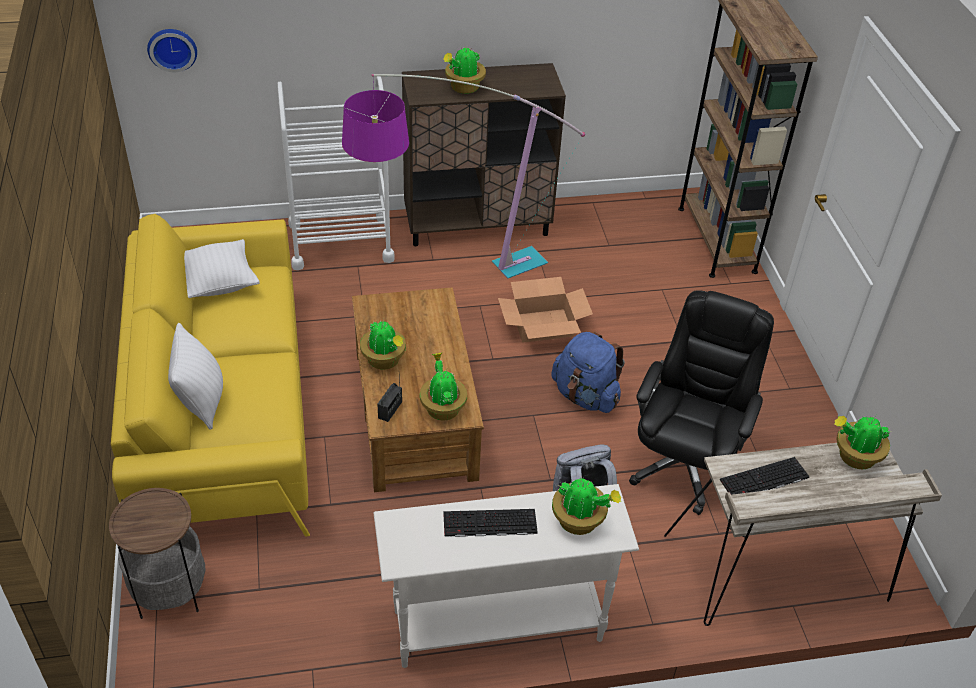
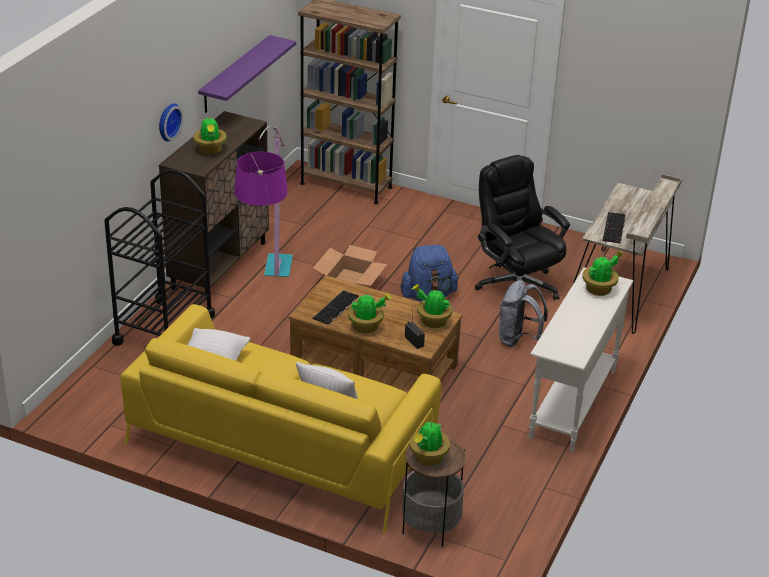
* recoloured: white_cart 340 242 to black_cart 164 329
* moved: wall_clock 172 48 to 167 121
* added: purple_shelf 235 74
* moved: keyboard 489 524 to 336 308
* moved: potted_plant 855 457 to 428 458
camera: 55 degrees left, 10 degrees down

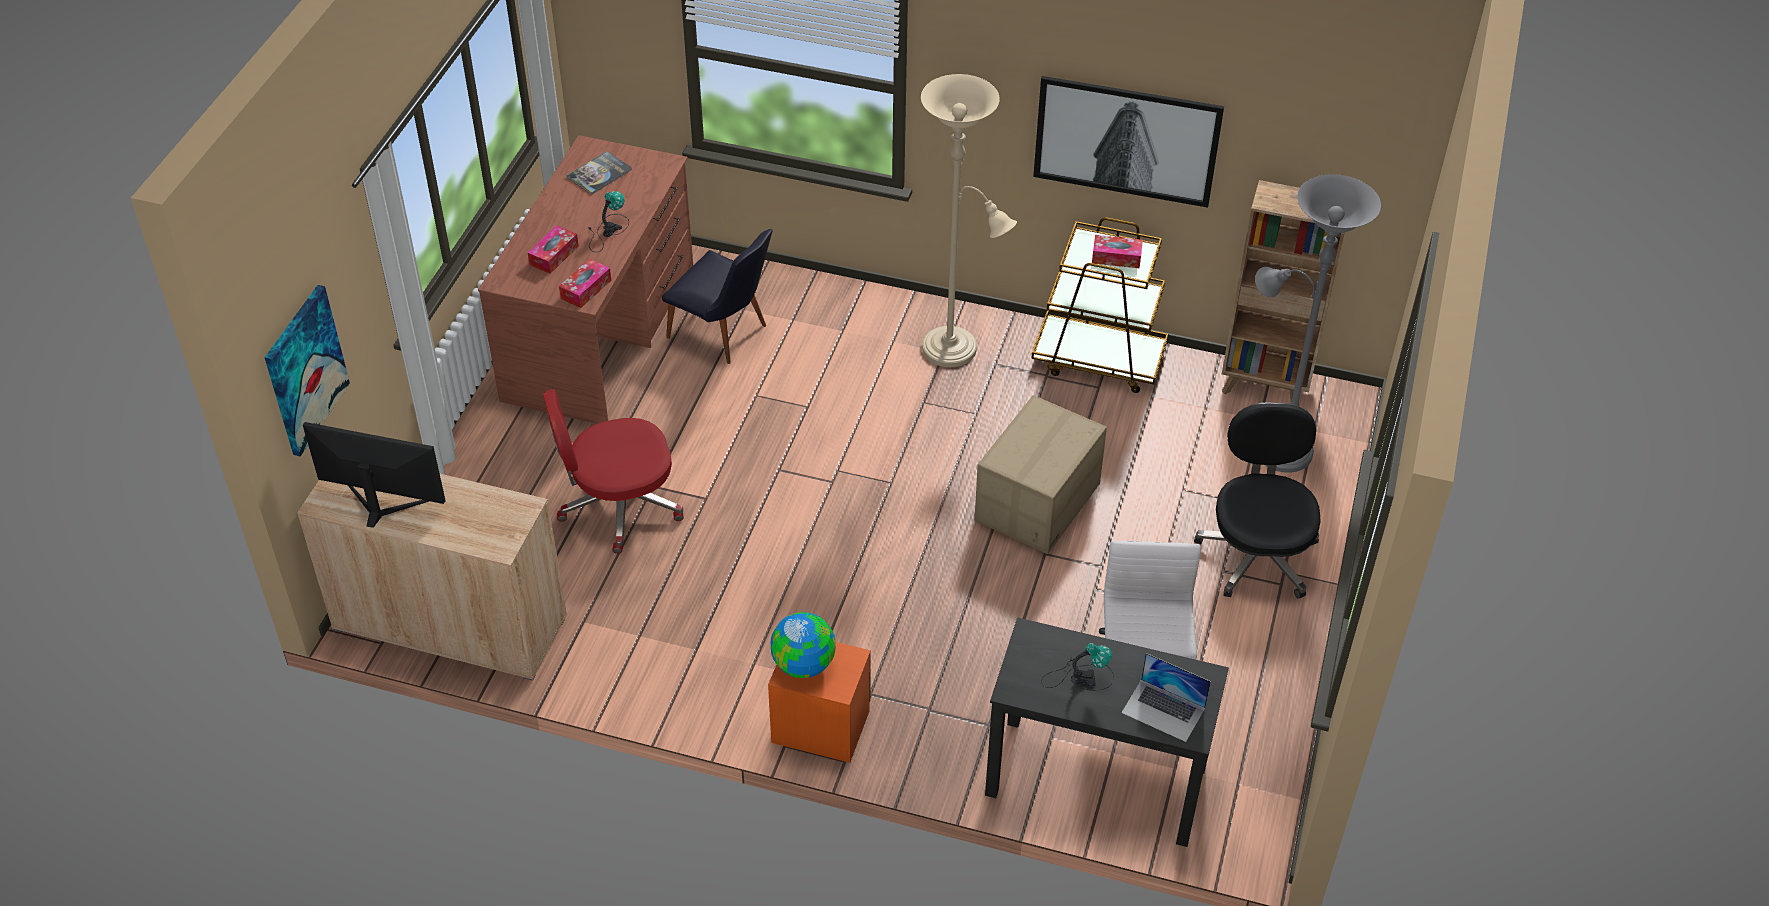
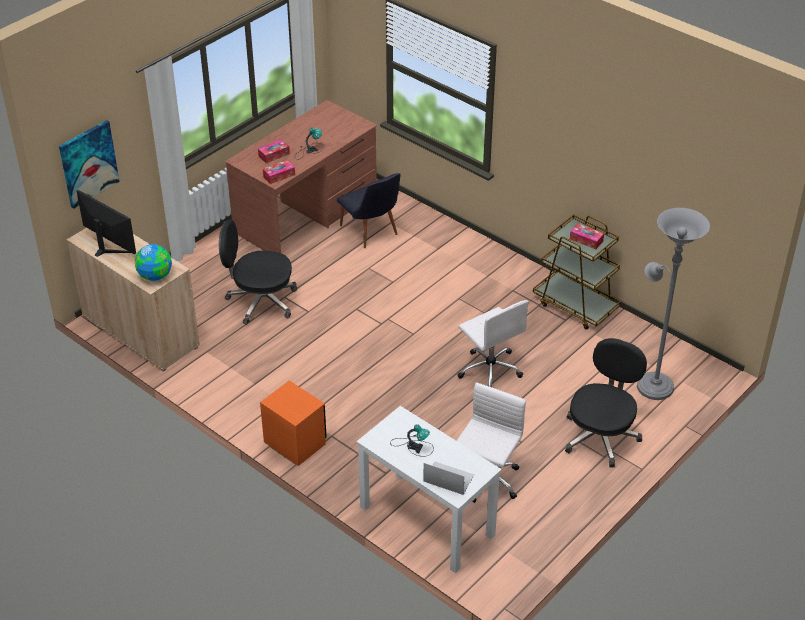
* moved: globe 803 664 to 155 276
* recoloured: red_office_chair 619 506 to black_office_chair 260 301
* recoloured: black_desk 1095 780 to white_desk 426 521
* turned: laptop 1163 710 = 448 478 150 degrees clockwise
* replaced: cardboard_box 1038 503 to white_office_chair 489 369
* removed: book 599 173
* removed: beige_floor_lamp 956 351
* removed: picture 1127 139
* removed: brown_bookcase 1265 386
camera: 25 degrees right, 5 degrees down

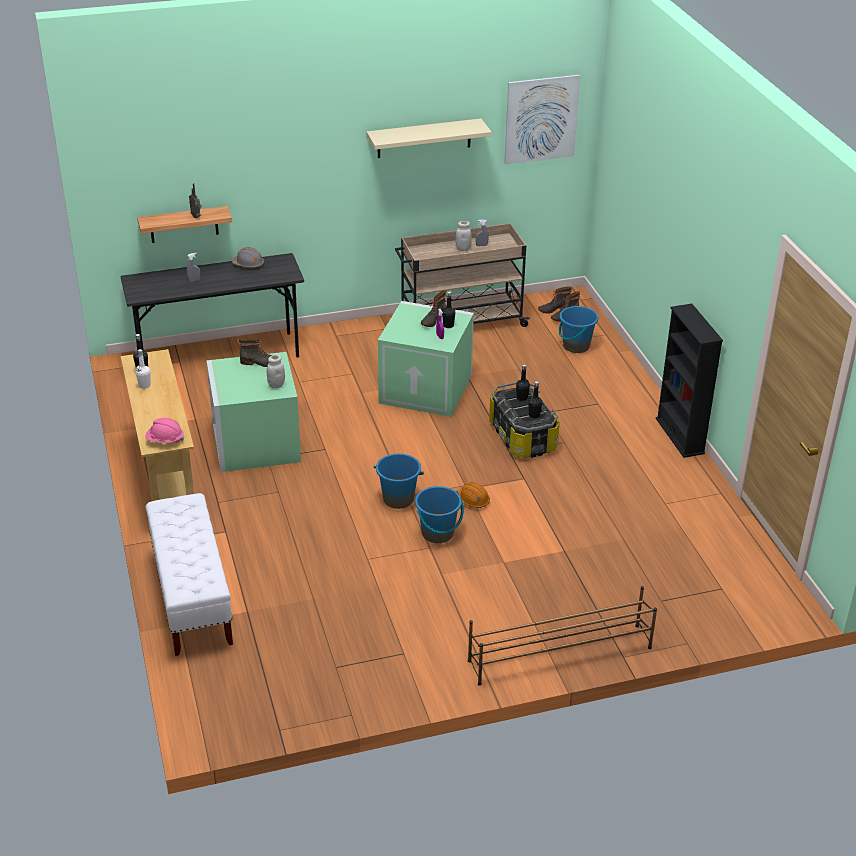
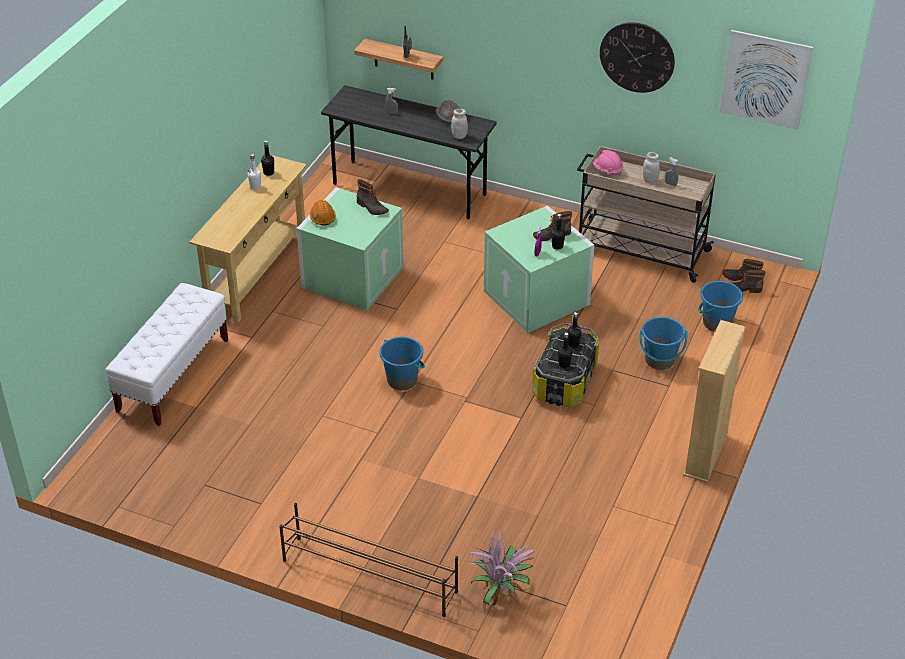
* moved: orange_hard_hat 472 500 to 322 217
* moved: white_jar 276 385 to 459 136
* added: potted_plant 501 594
* moved: pink_hard_hat 165 440 to 607 170
* replaced: beige_shelf 424 138 to wall_clock 637 57
* moved: blue_bucket 437 533 to 660 360
* recoloured: black_bookcase 680 436 to beige_bookcase 705 454
camera: 40 degrees right, 5 degrees up

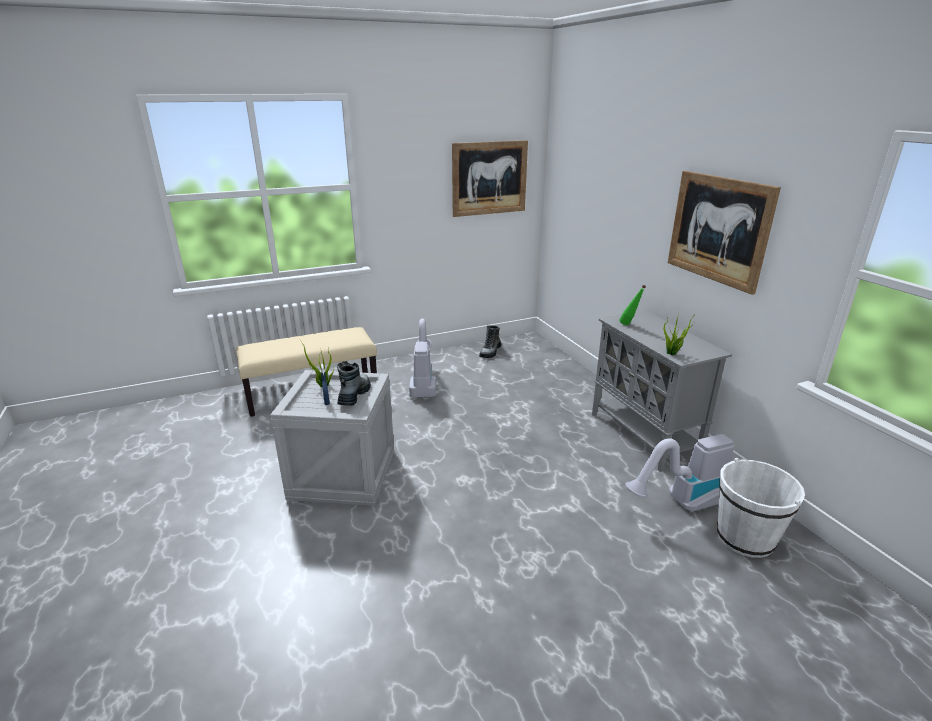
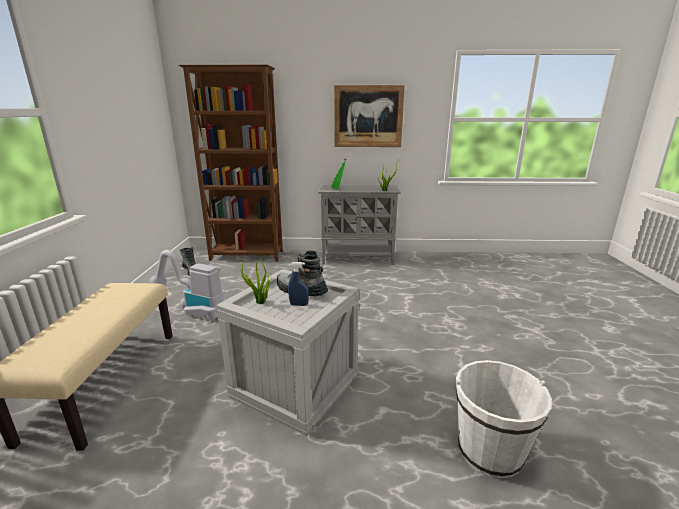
* added: brown_bookcase 247 256
* moved: white_bucket 745 538 to 490 451
* removed: picture 489 178
* removed: vacuum_cleaner 681 503
camera: 65 degrees left, 5 degrees down

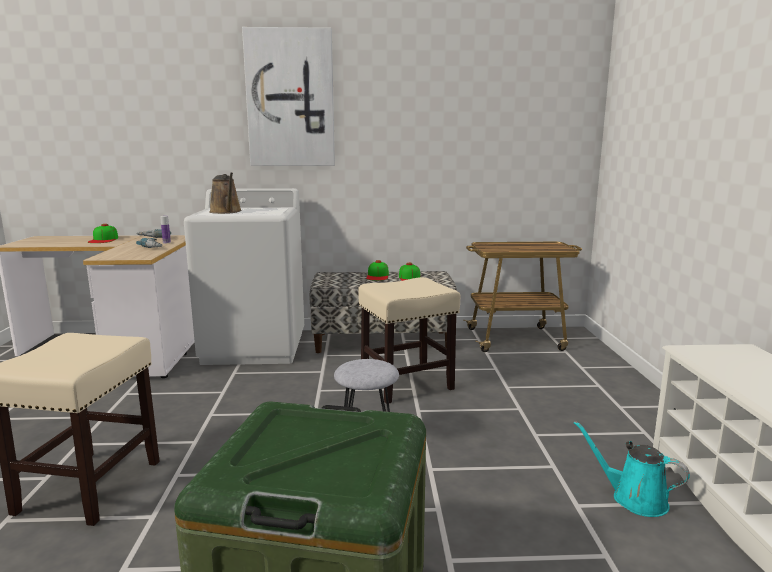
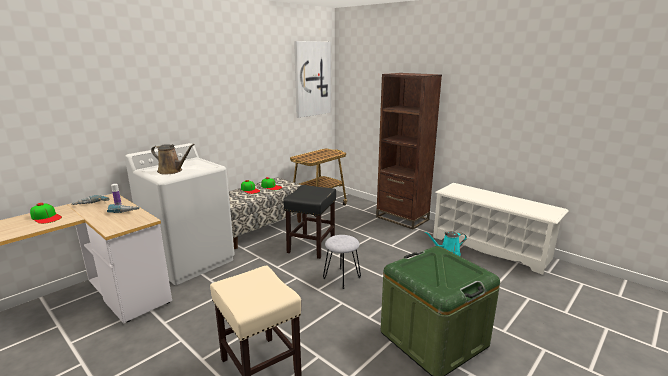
* recoloured: beige_stool 407 384 to black_stool 311 245
* moved: picture 290 98 to 312 79
* added: brown_bookcase 402 218
camera: 45 degrees left, 5 degrees up

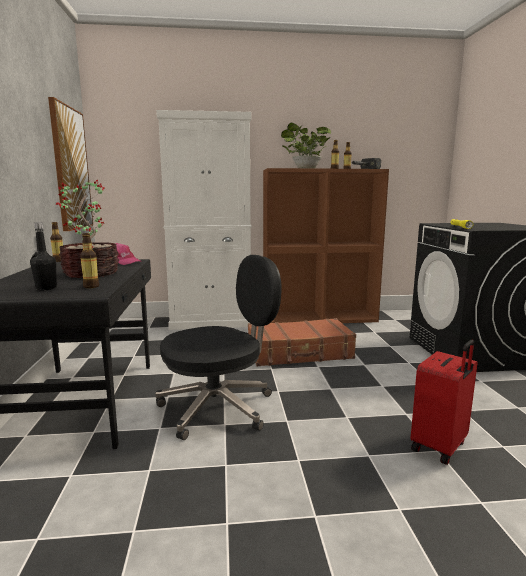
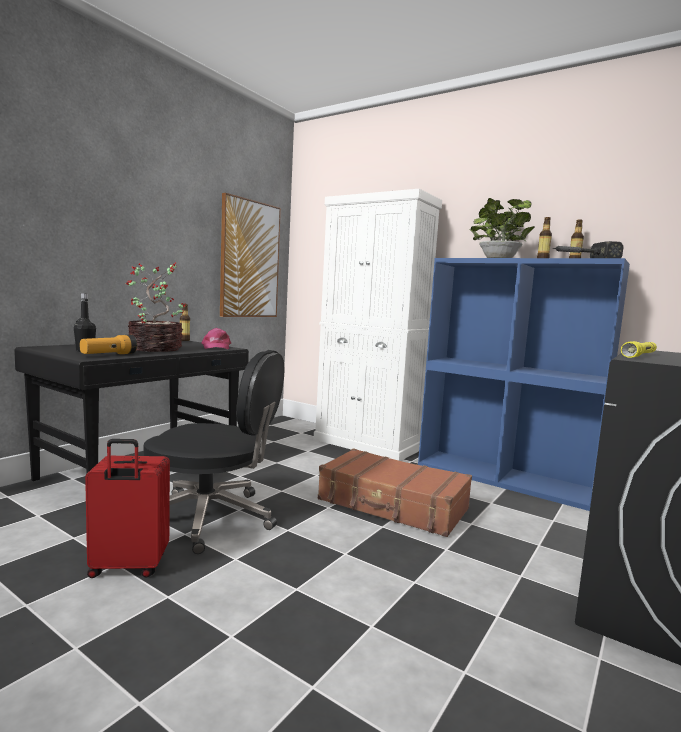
* replaced: bottle 91 286 to flashlight 109 355
* moved: red_suitcase 440 446 to 128 567
* recoloured: brown_bookcase 319 318 to blue_bookcase 505 478
camera: 40 degrees right, 5 degrees down

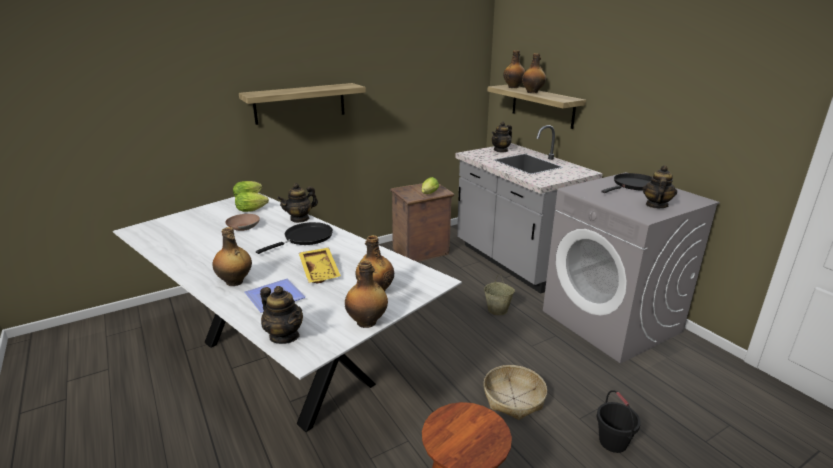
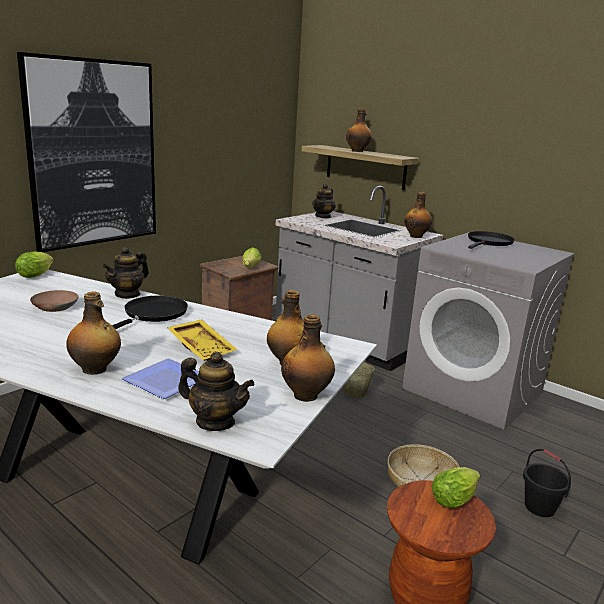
* replaced: shelf 300 103 to picture 93 154
* moved: bottle 513 87 to 416 236
* moved: lettuce 253 210 to 455 499
* removed: teapot 656 205
camera: 20 degrees left, 5 degrees down

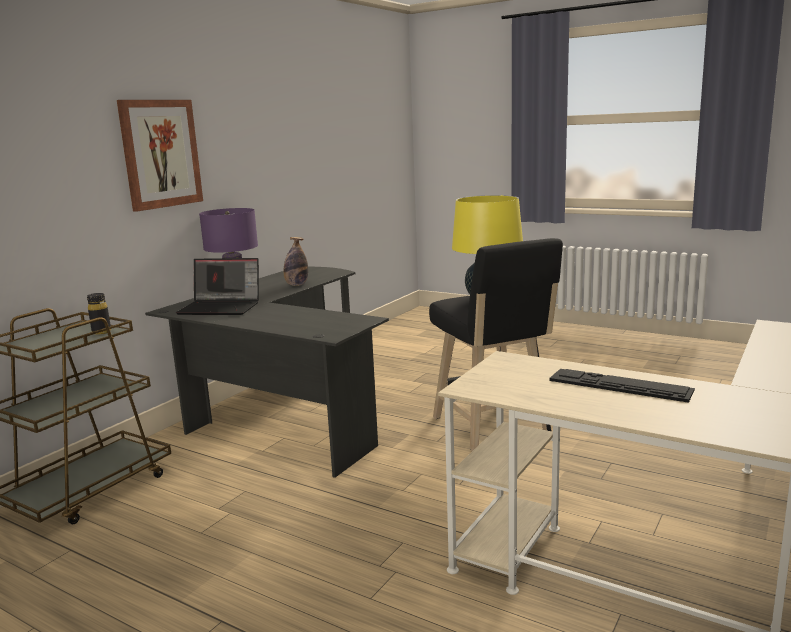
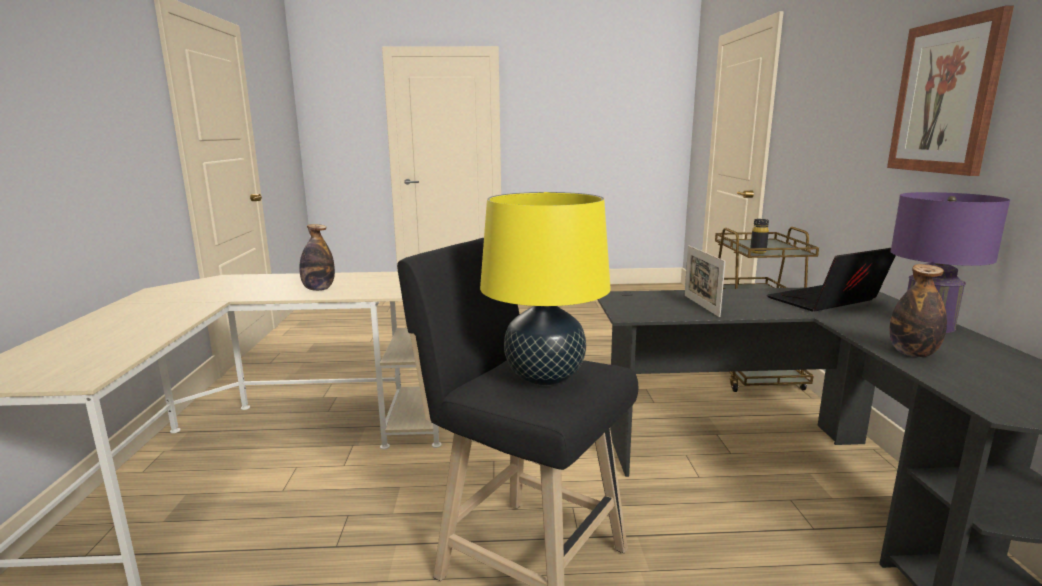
* replaced: keyboard 620 385 to bottle 318 289
* added: picture_frame 701 305
camera: 145 degrees right, 0 degrees up

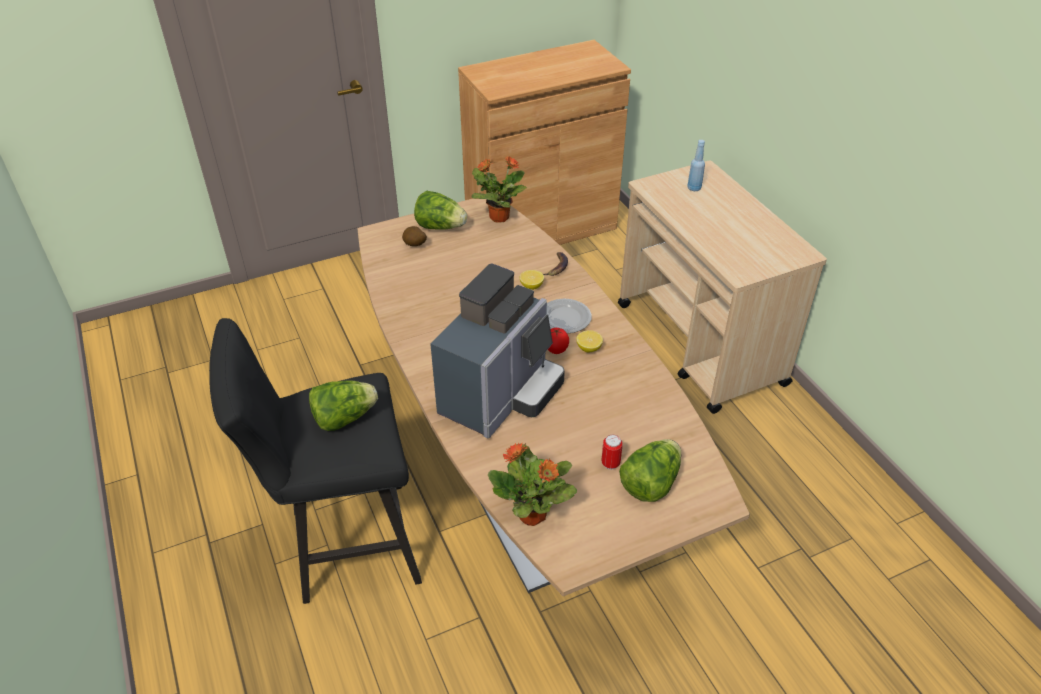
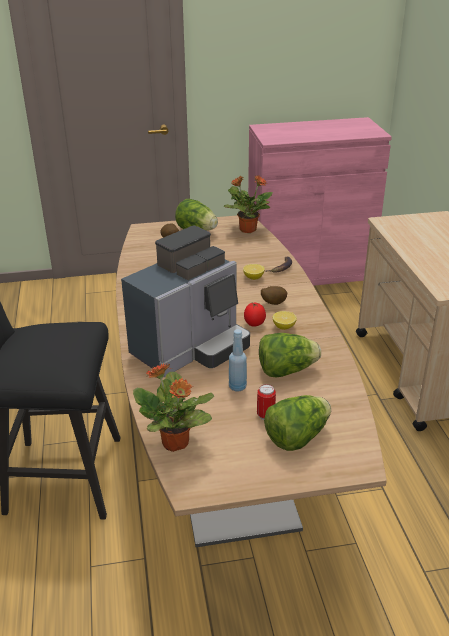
* moved: blue_bottle 694 188 to 237 386
* recoloured: brown_cabinet 541 227 to pink_cabinet 309 271
* moved: lettuce 344 418 to 286 370
* replaced: plate 565 318 to potato 272 303
camera: 15 degrees right, 10 degrees down

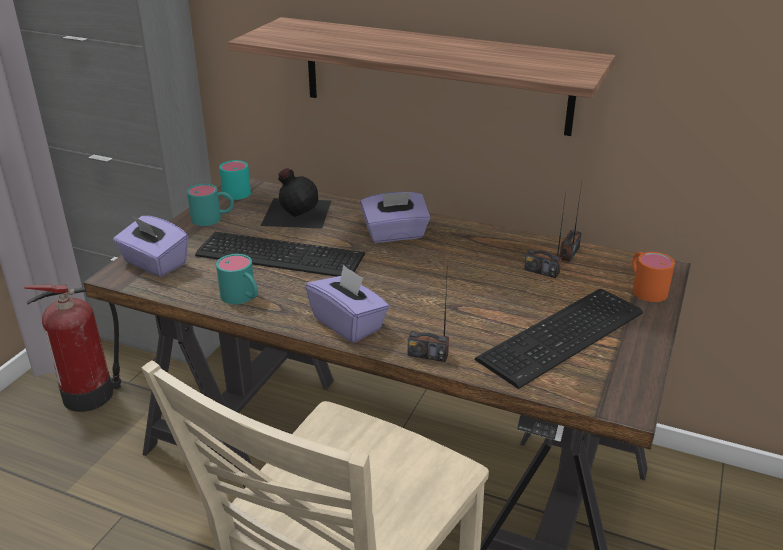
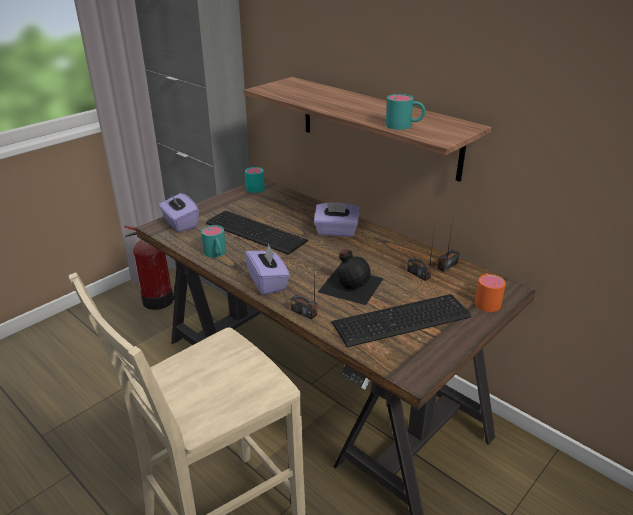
* moved: black_bottle 296 212 to 350 284
* moved: turquoise_mug 213 218 to 404 125
camera: 20 degrees right, 0 degrees up

